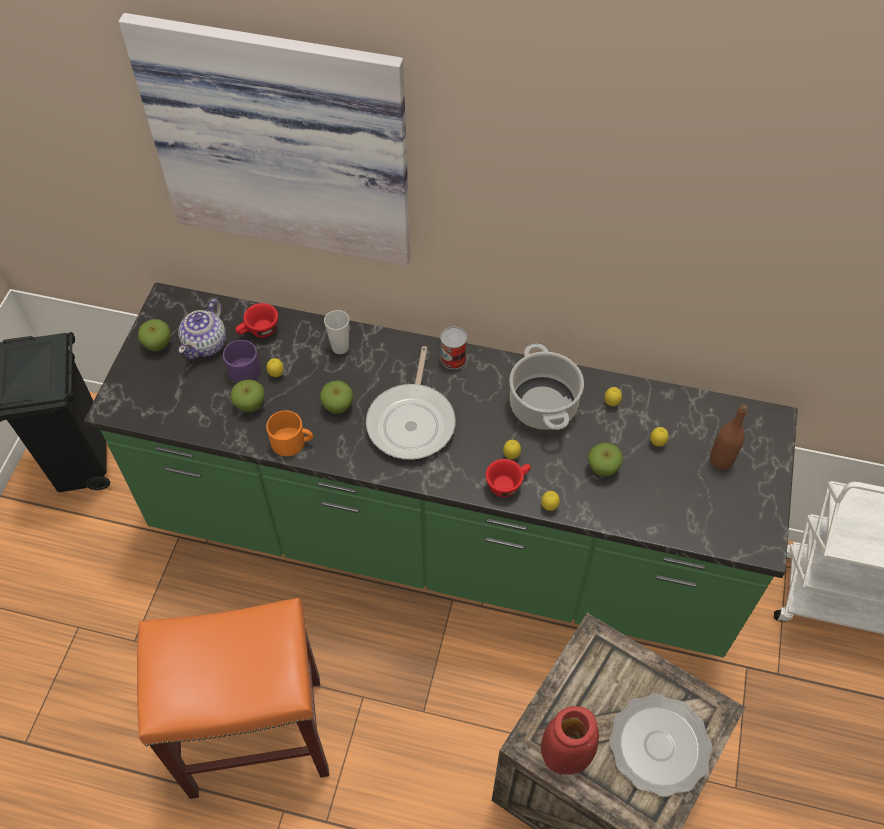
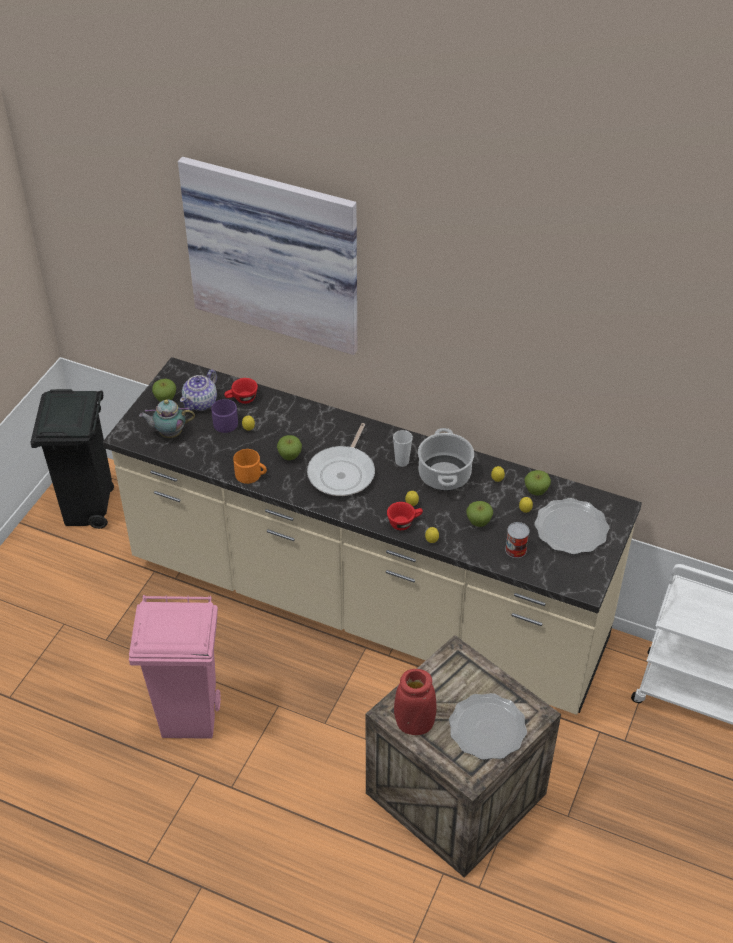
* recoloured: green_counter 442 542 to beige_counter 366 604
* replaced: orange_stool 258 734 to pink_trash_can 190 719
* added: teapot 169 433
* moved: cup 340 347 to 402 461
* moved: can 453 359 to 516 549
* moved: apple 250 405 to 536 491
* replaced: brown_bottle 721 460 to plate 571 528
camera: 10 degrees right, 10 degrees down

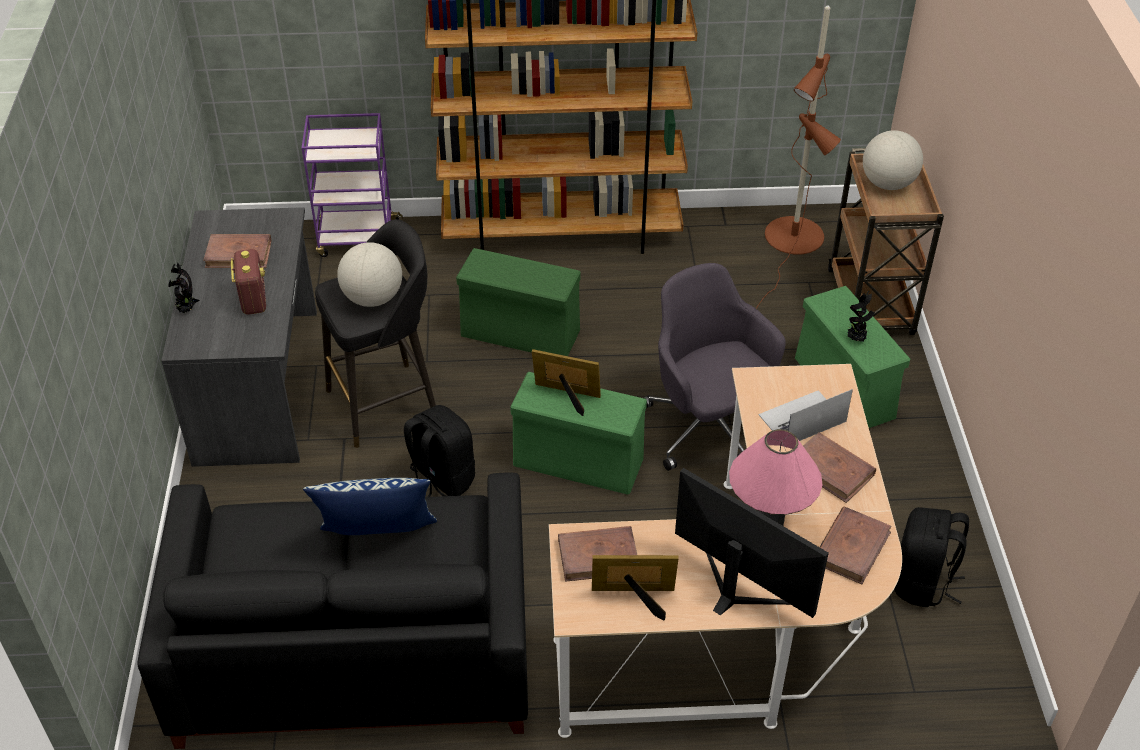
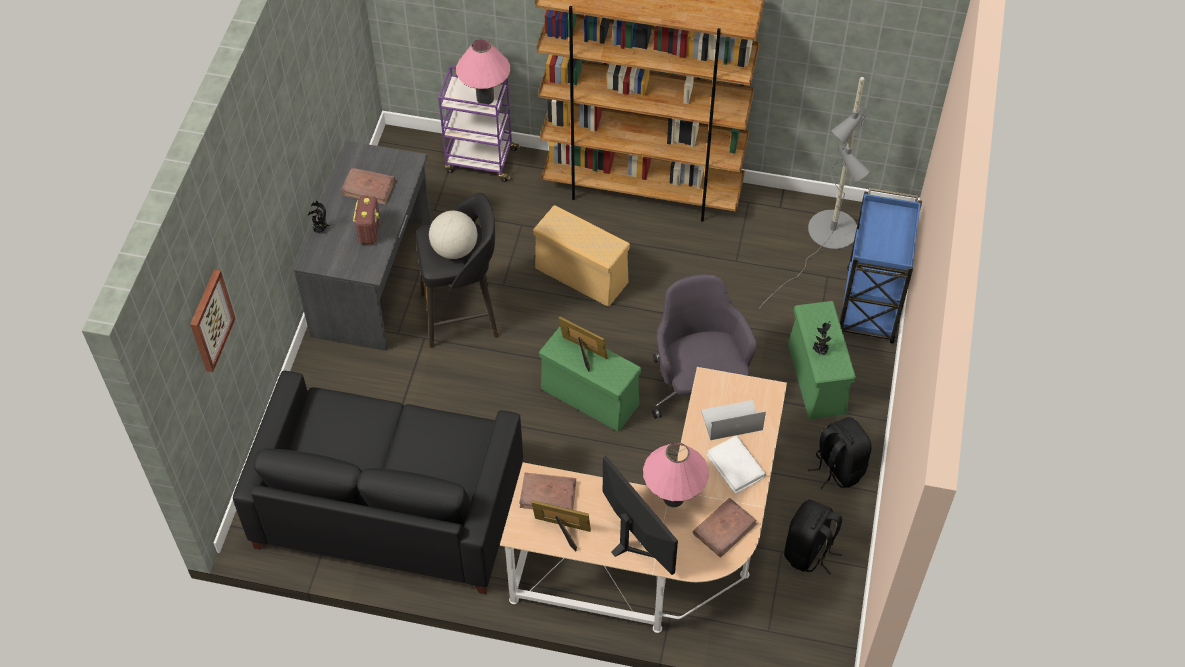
* added: picture 210 320
* added: pink_table_lamp 485 98
* recoloured: green_storage_box 522 333 to beige_storage_box 583 275
* recoloured: brown_book 832 470 to white_book 736 466
* recoloured: brown_floor_lamp 790 244 to grey_floor_lamp 826 237
* moved: black_backpack 440 479 to 837 468
* recoloured: brown_cart 871 304 to blue_cart 869 308
* removed: pillow 378 540
* removed: globe 887 184
camera: 15 degrees right, 10 degrees up

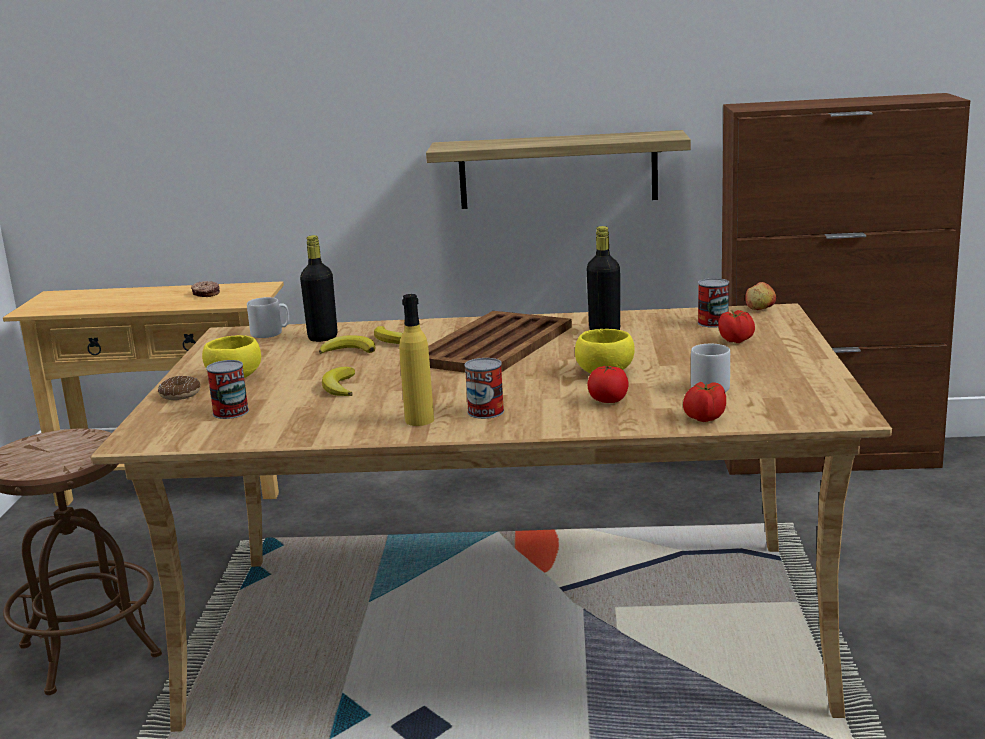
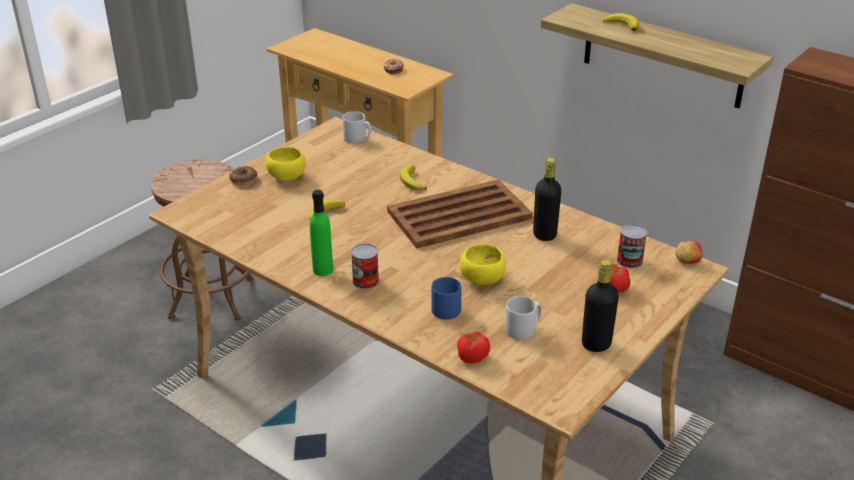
* recoloured: yellow_bottle 419 420 to green_bottle 323 270
* replaced: tomato 608 401 to blue_mug 444 309
* moved: black_bottle 323 338 to 596 344
* moved: banana 349 350 to 622 25
* removed: can 230 412
camera: 35 degrees right, 15 degrees up

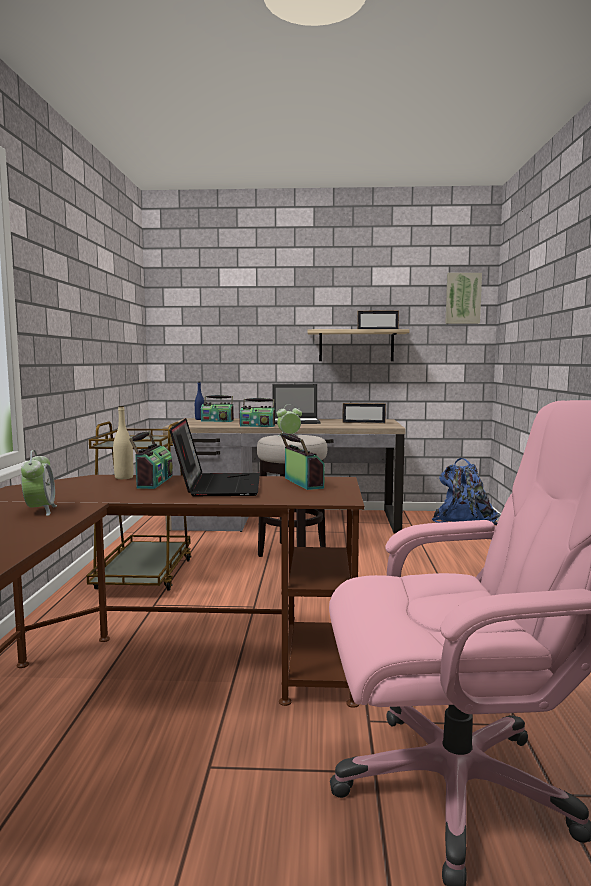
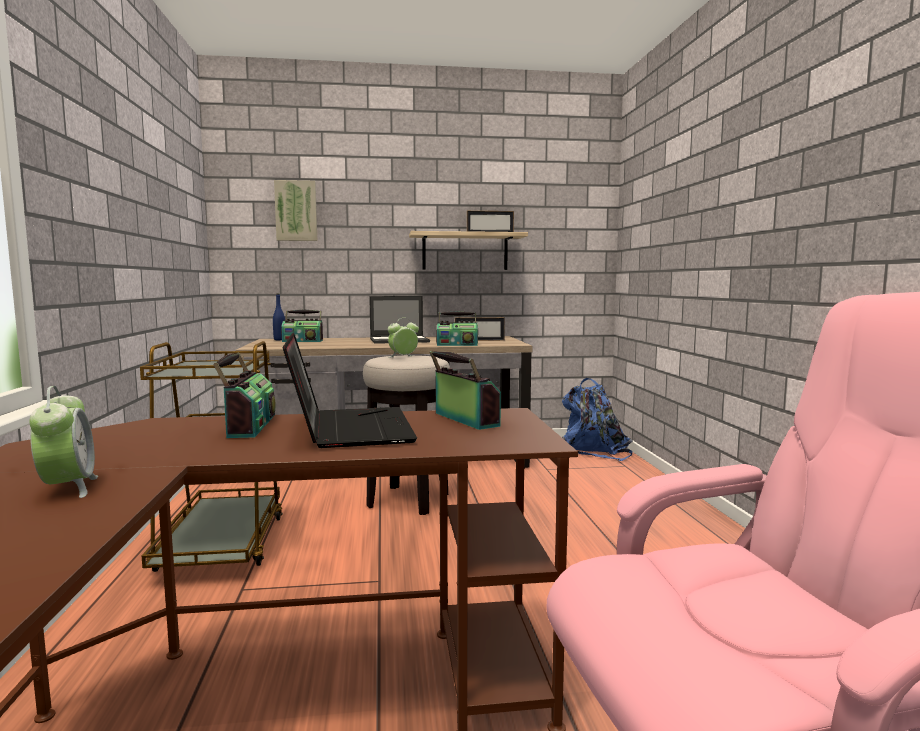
* moved: picture 463 298 to 296 211
* moved: radio 257 426 to 457 344
* removed: beige_bottle 124 477
camera: 10 degrees left, 0 degrees up

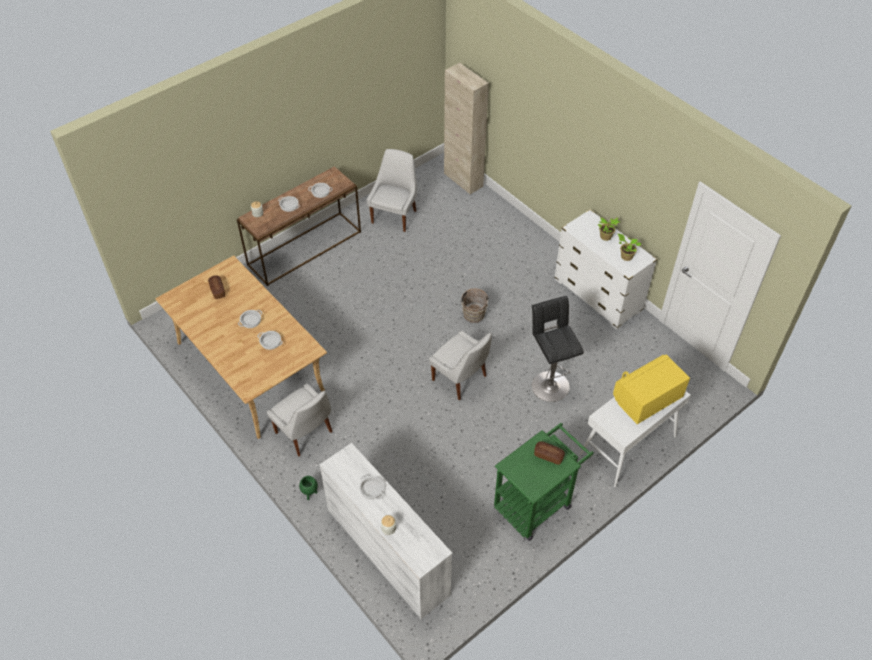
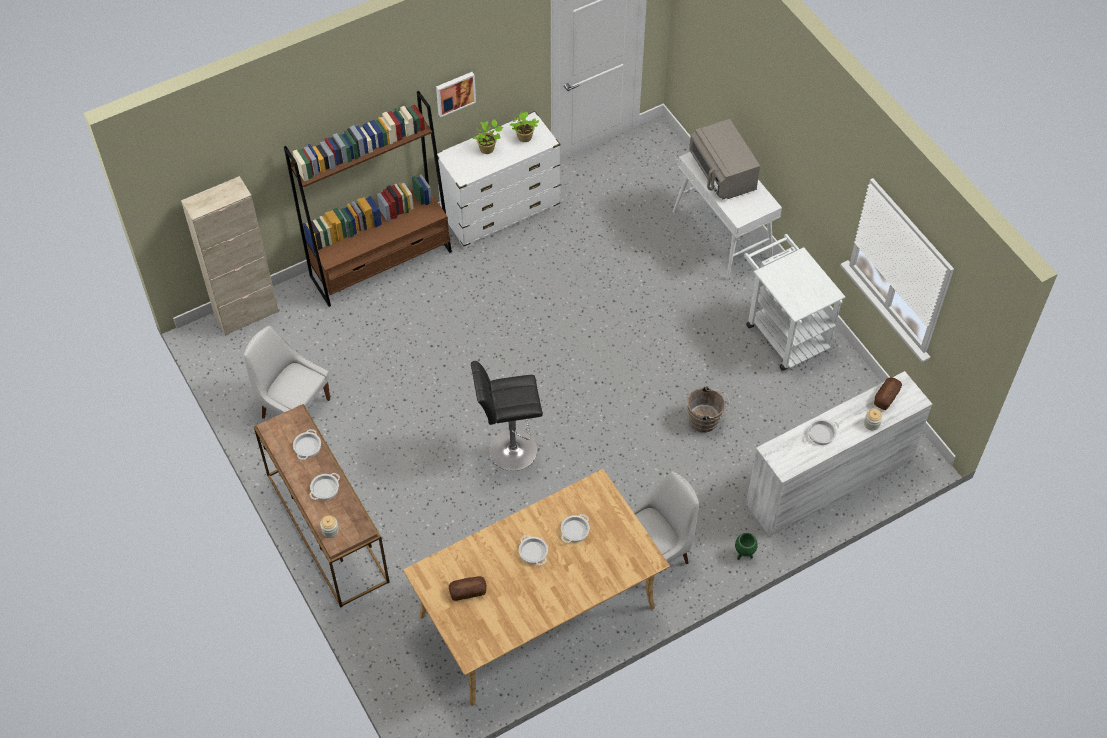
* added: brown_bookcase 381 264
* added: picture 455 93
* moved: black_stool 549 384 to 509 450
* moved: brown_bucket 474 316 to 706 420
* recoloured: yellow_microwave 646 398 to grey_microwave 722 174
* recoloured: green_cart 537 502 to white_cart 783 331
* moved: bread 548 456 to 886 397
* removed: white_chair 461 379
camera: 80 degrees left, 5 degrees up

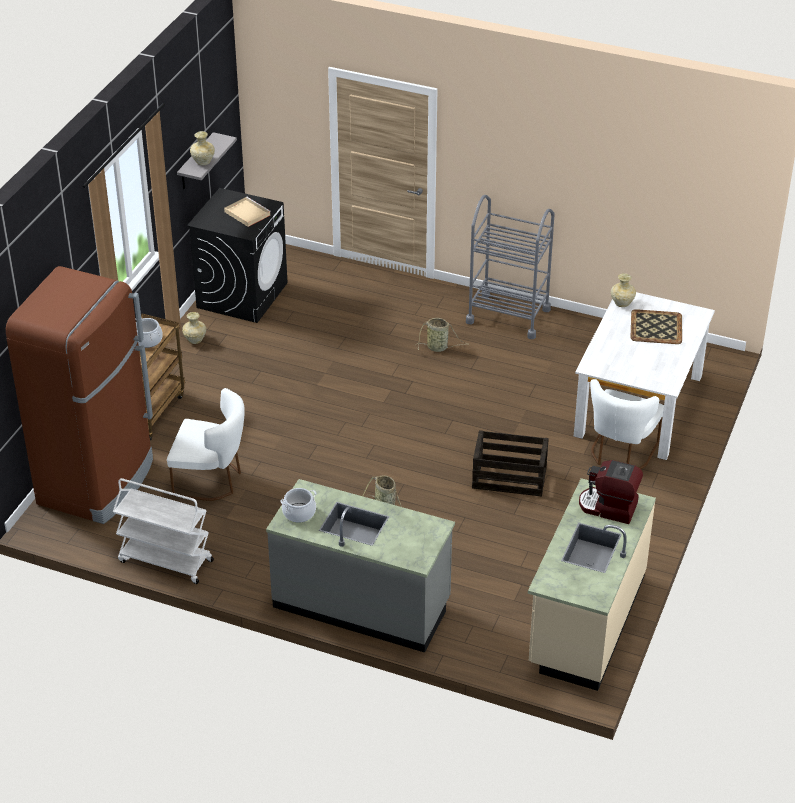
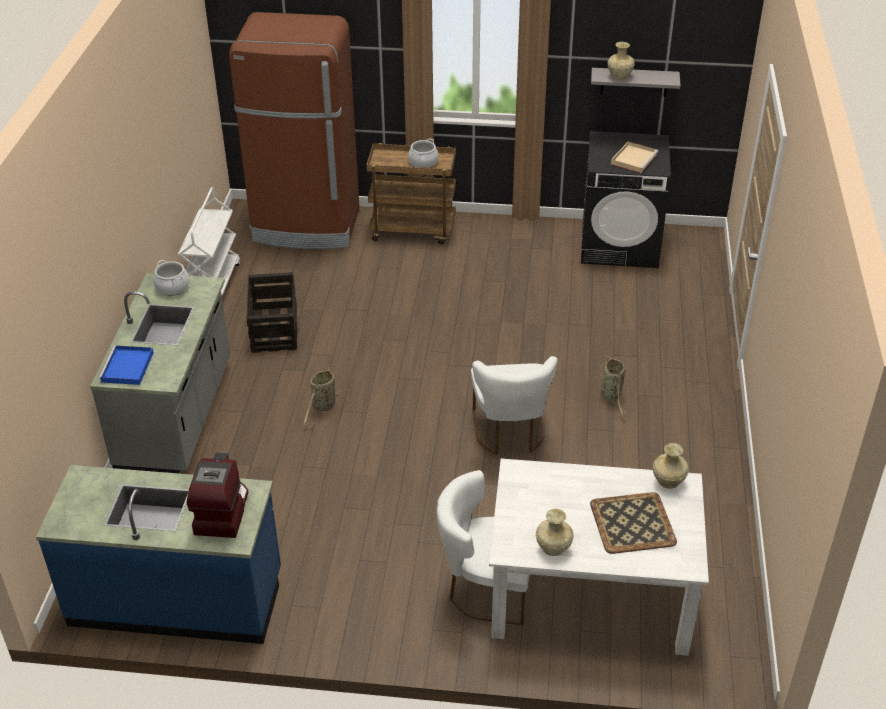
* recoloured: beige_counter 585 621 to blue_counter 177 598
* added: blue_tray 127 368
* moved: crate 508 478 to 274 327
* moved: white_chair 212 480 to 510 433
* moved: beige_vase 195 340 to 554 549
* removed: grey_cart 508 315
camera: 75 degrees right, 0 degrees up

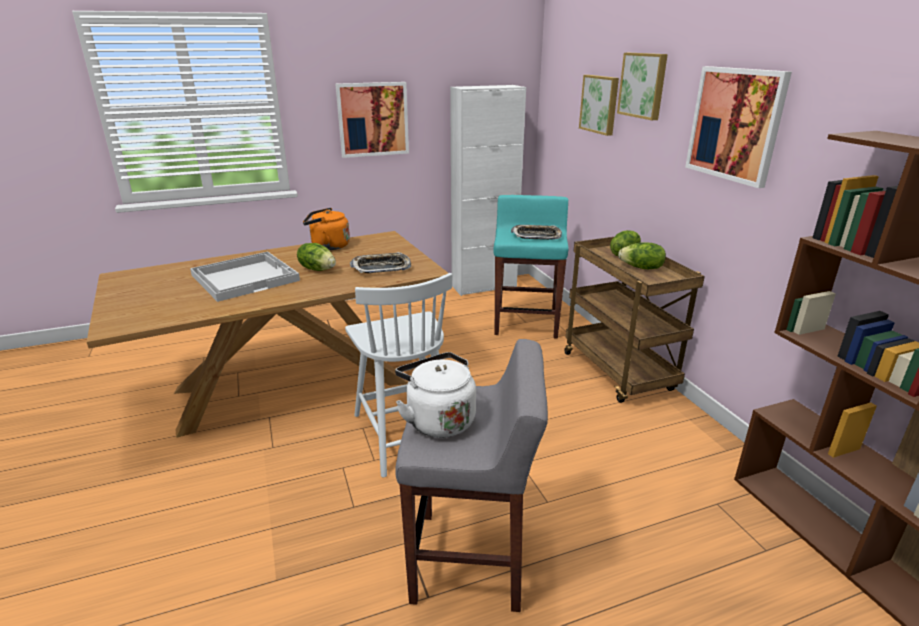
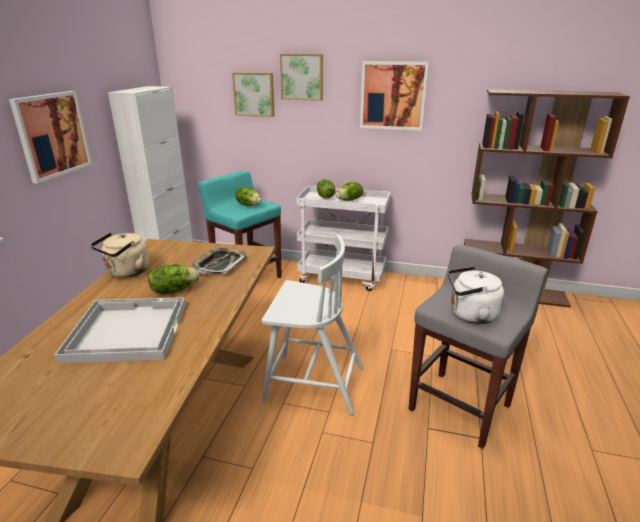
* recoloured: orange_kettle 328 246 to beige_kettle 126 272
* replaced: tray 536 236 to lettuce 249 205
* recoloured: brown_cart 619 373 to white_cart 342 277
camera: 55 degrees left, 0 degrees up

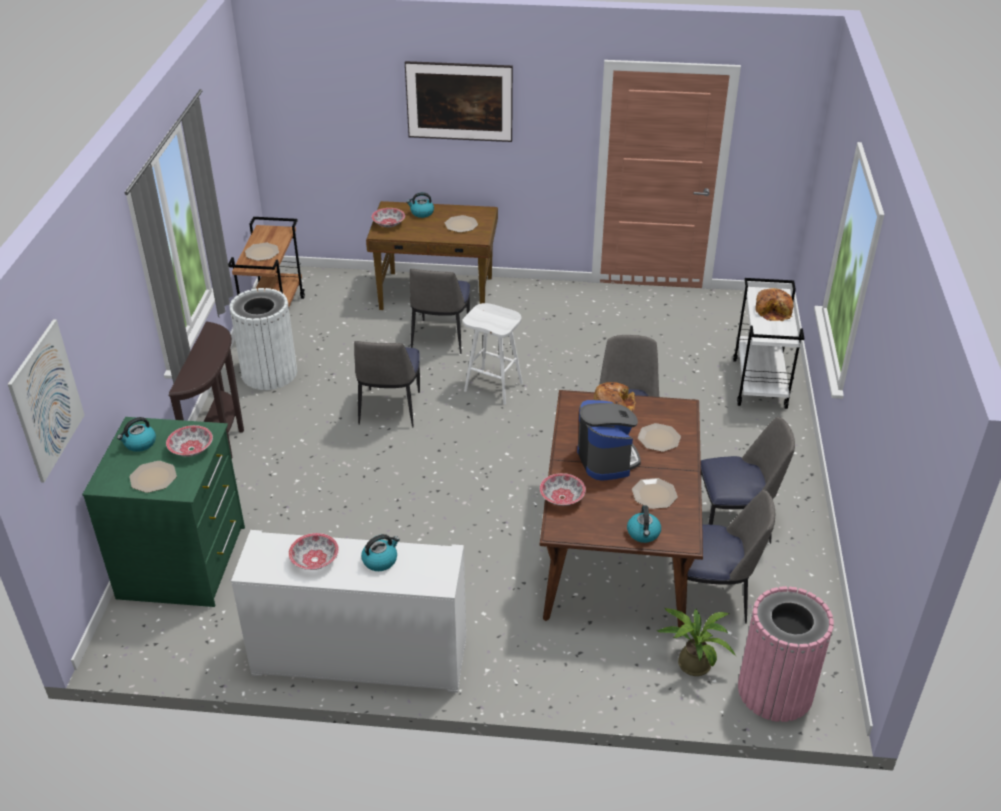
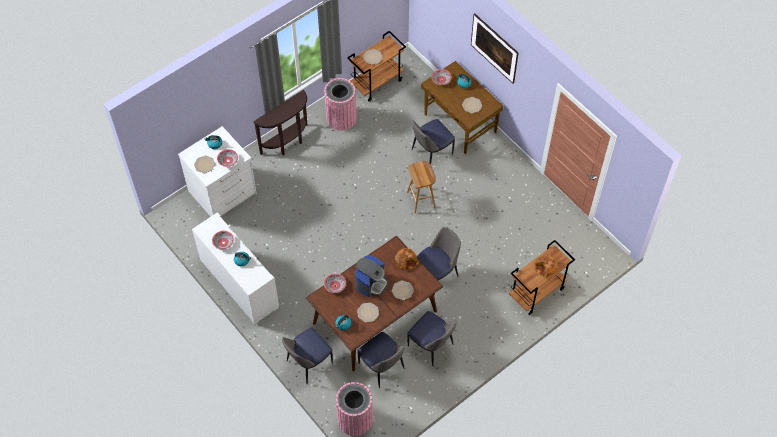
* recoloured: green_dresser 184 562 to white_dresser 223 193
* moved: chair 389 410 to 308 363
* recoloured: white_trash_can 269 373 to pink_trash_can 341 118
* recoloured: white_stool 494 387 to brown_stool 421 200
* recoloured: white_cart 760 384 to brown_cart 536 293
* removed: picture 47 400
* removed: potted_plant 691 661
camera: 45 degrees right, 20 degrees up

